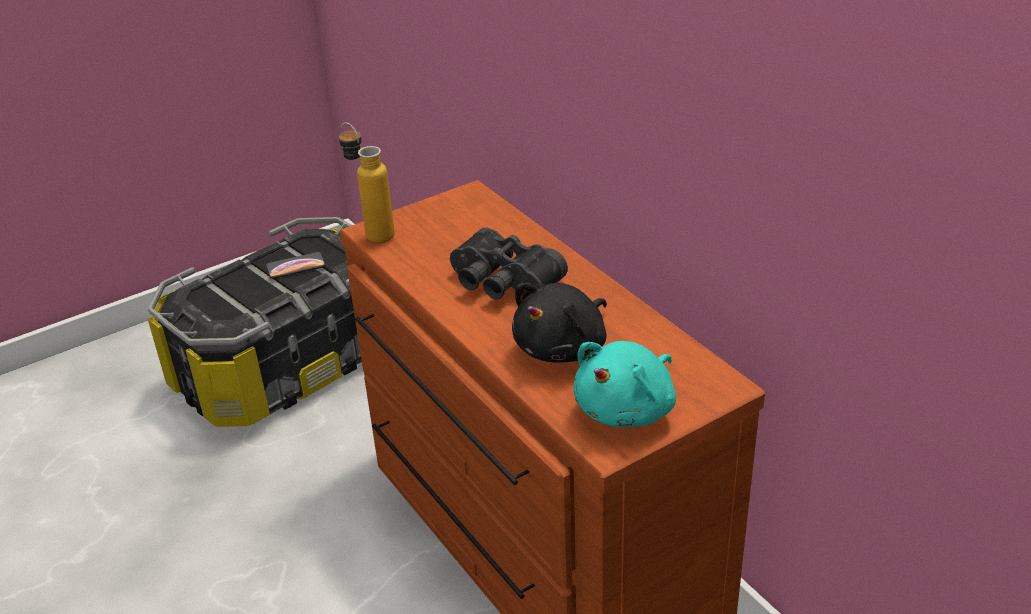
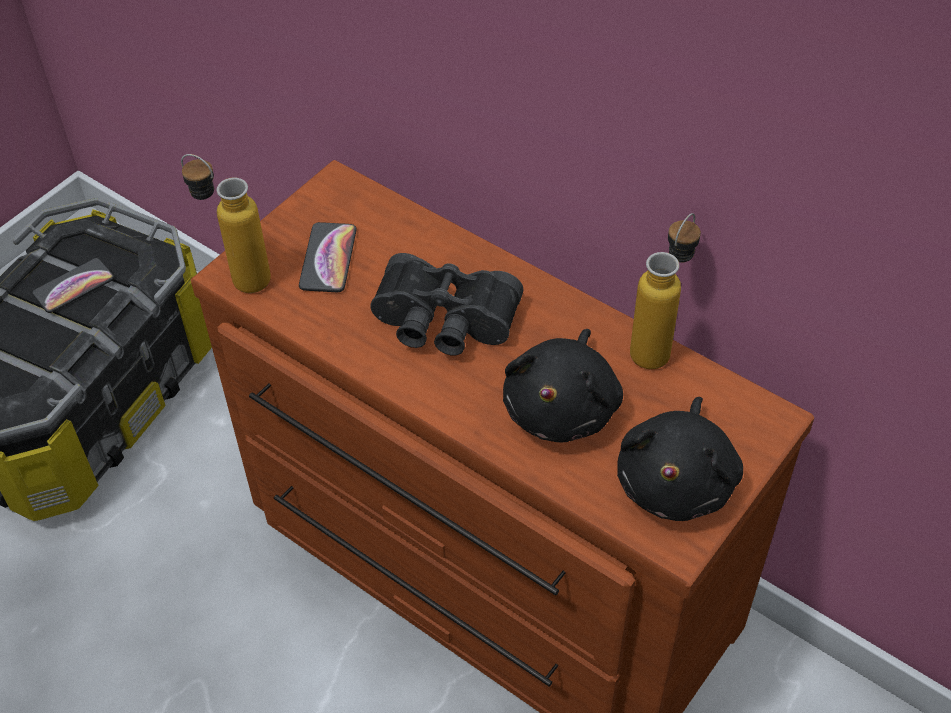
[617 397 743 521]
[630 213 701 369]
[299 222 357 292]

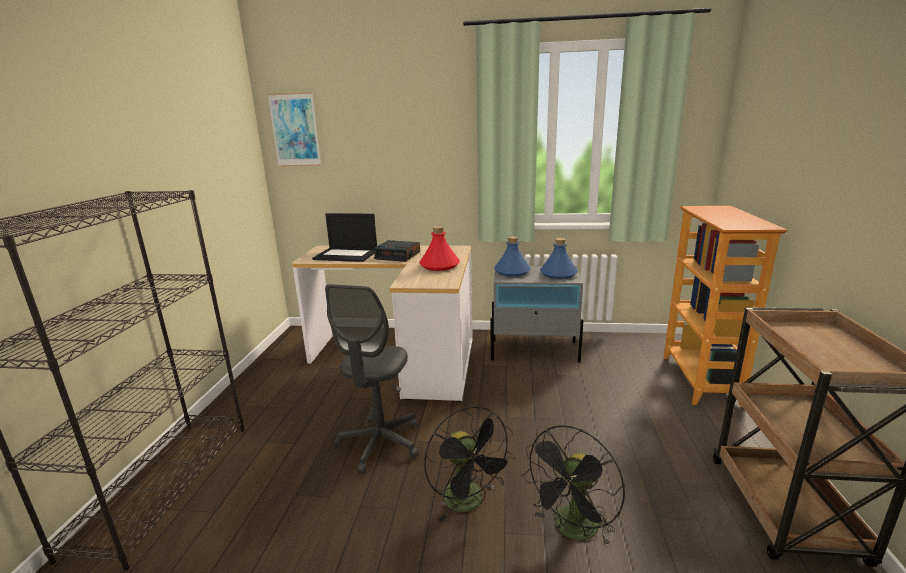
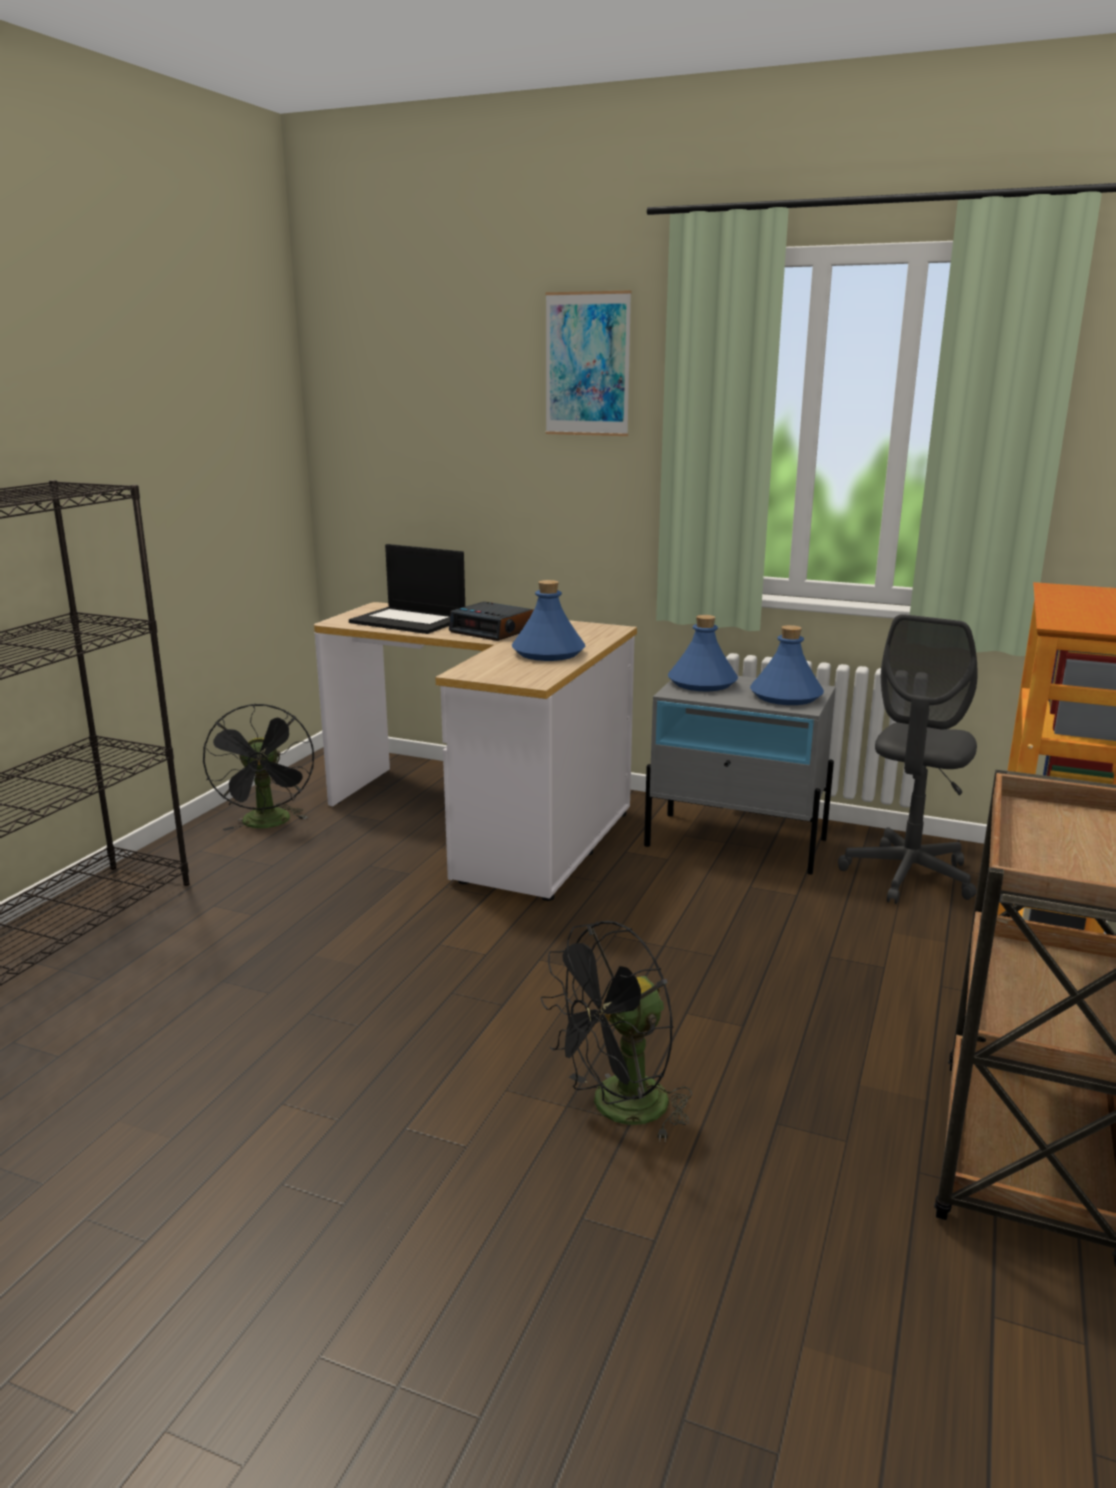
[545 290 631 436]
[512 580 585 661]
[838 614 978 904]
[203 703 314 831]

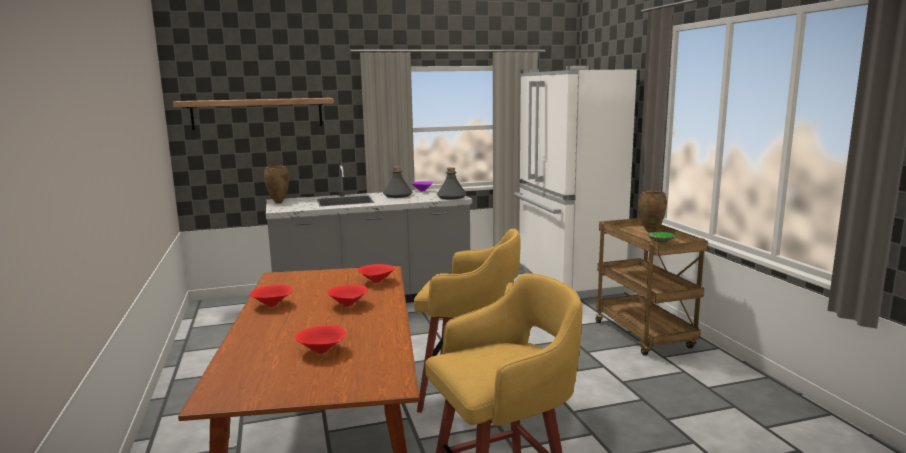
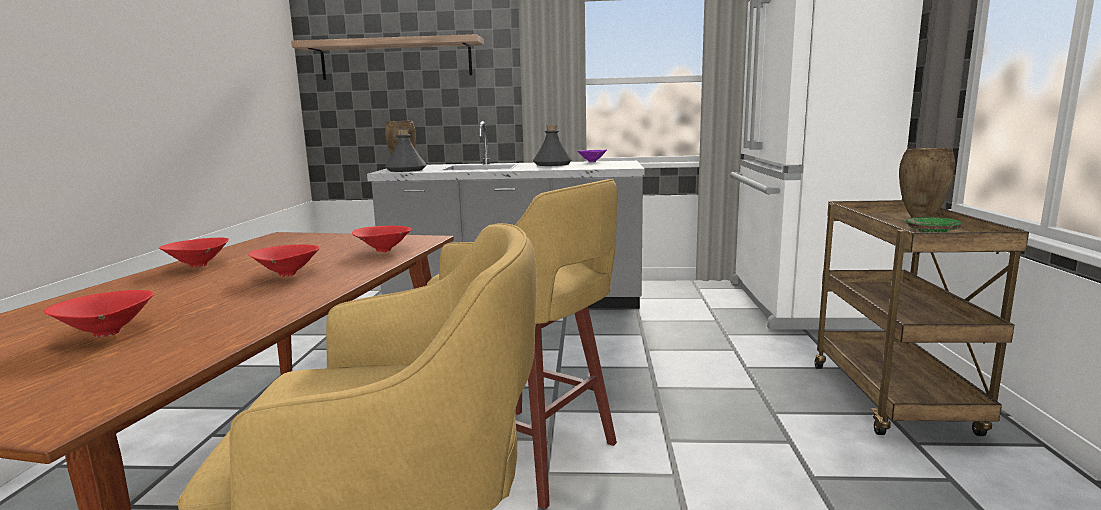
[385 129 427 172]

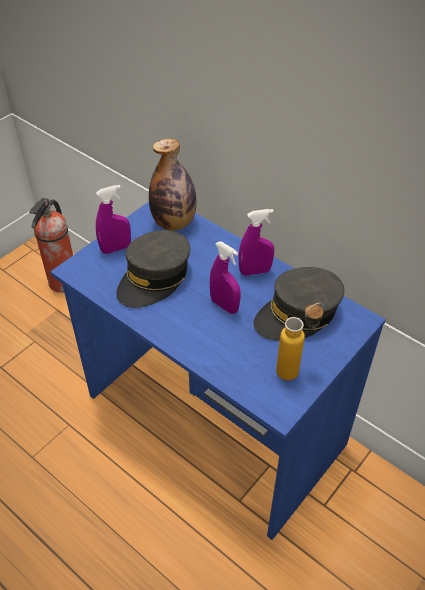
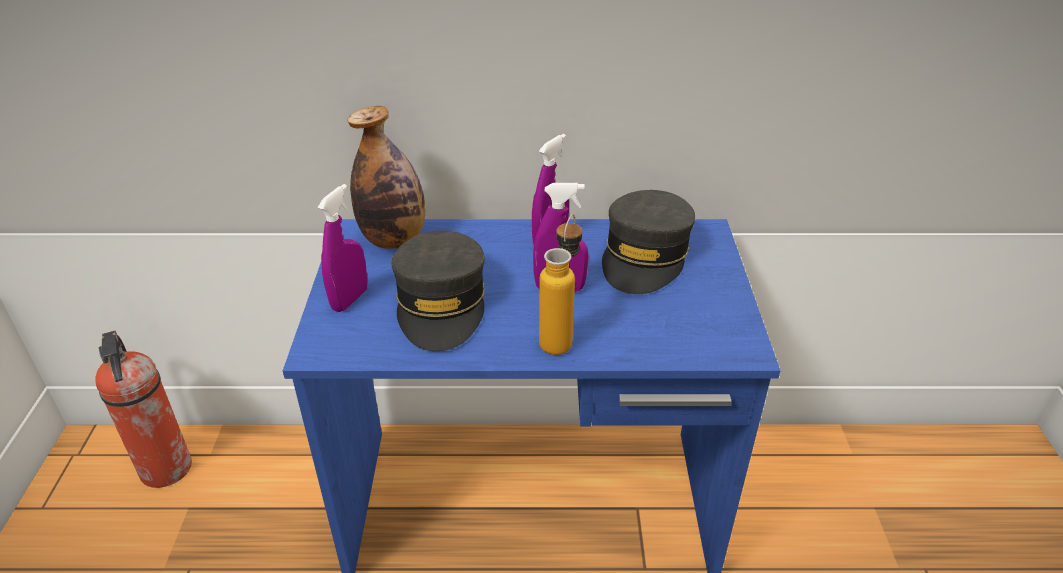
[539 214 582 355]

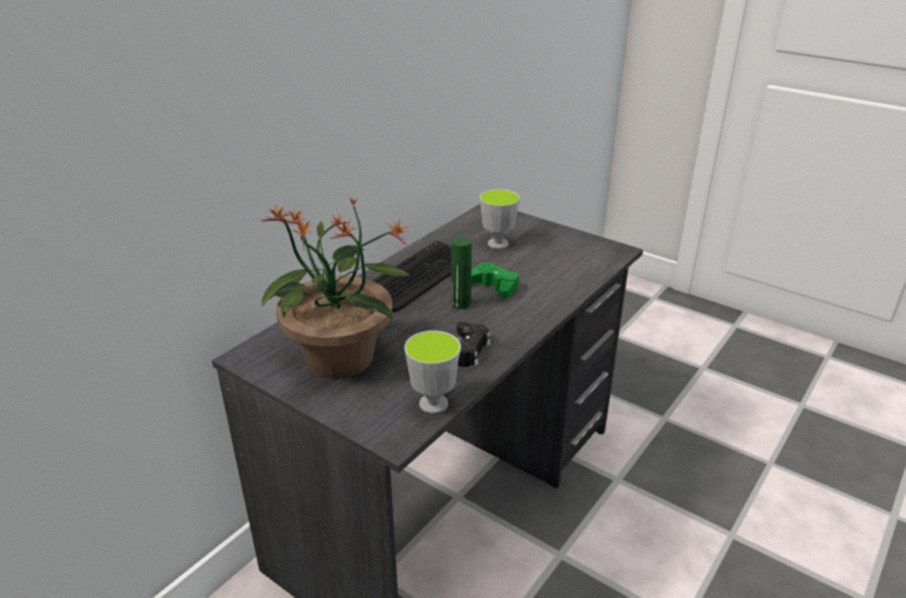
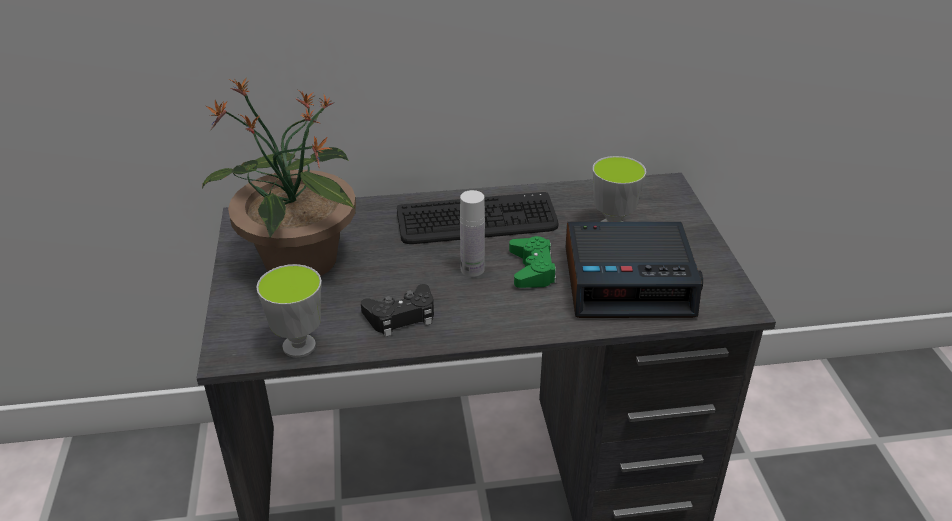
[460 190 485 277]
[566 222 703 318]

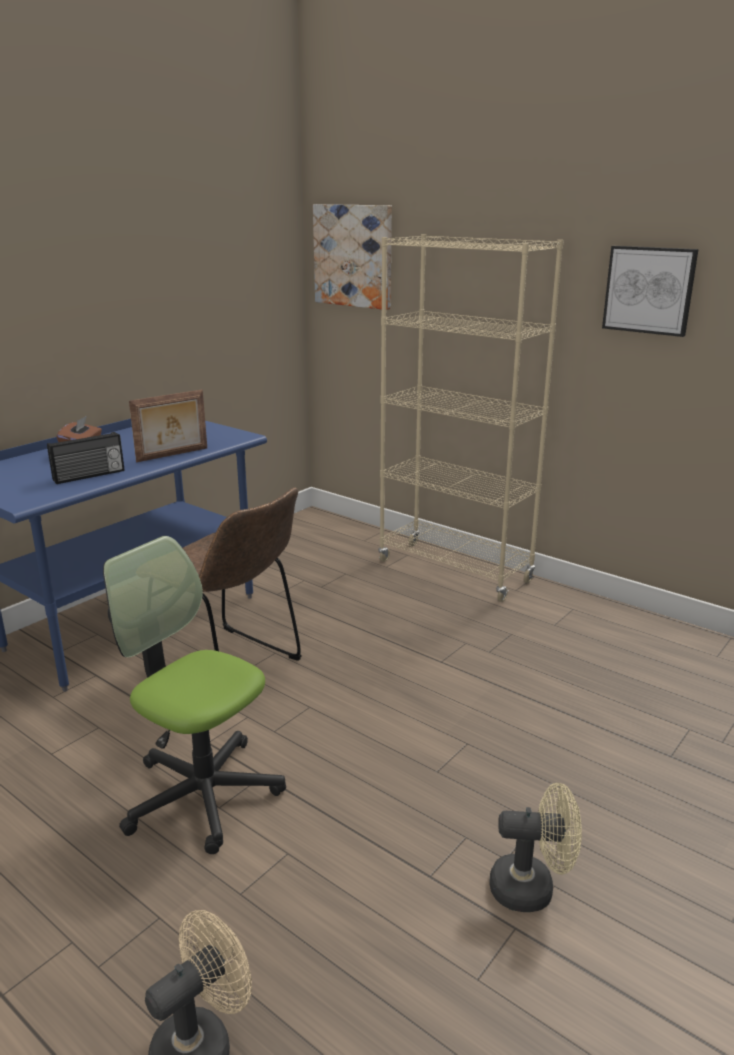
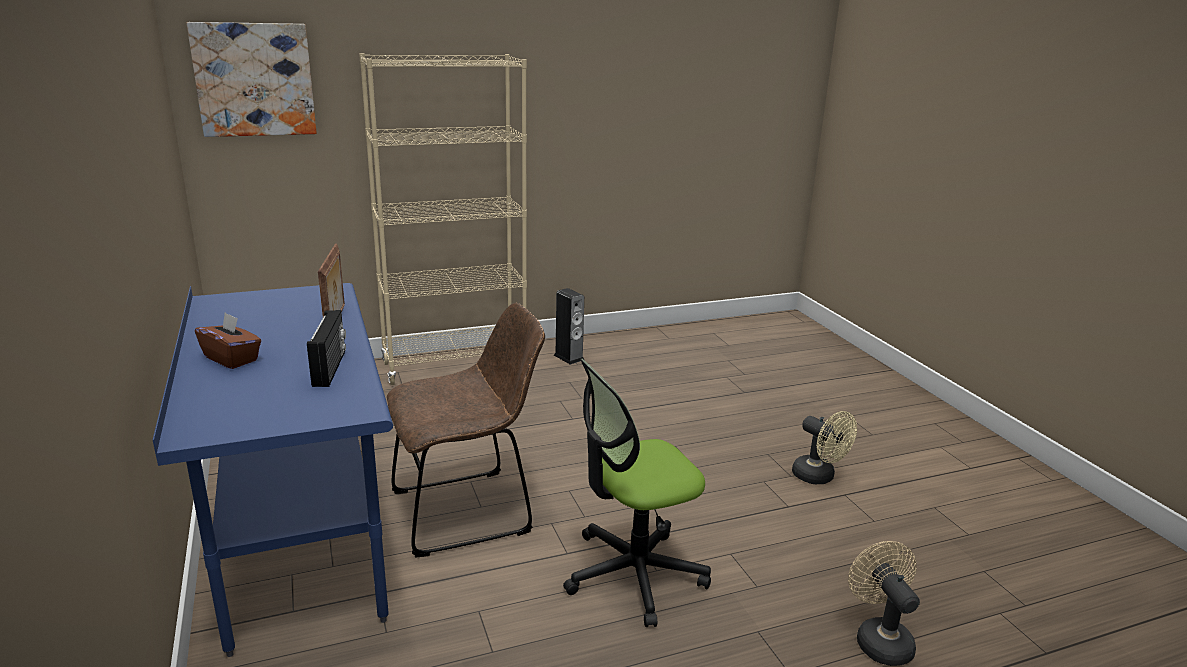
[602 246 699 337] (first image)
[792 411 857 484]
[554 288 584 365]

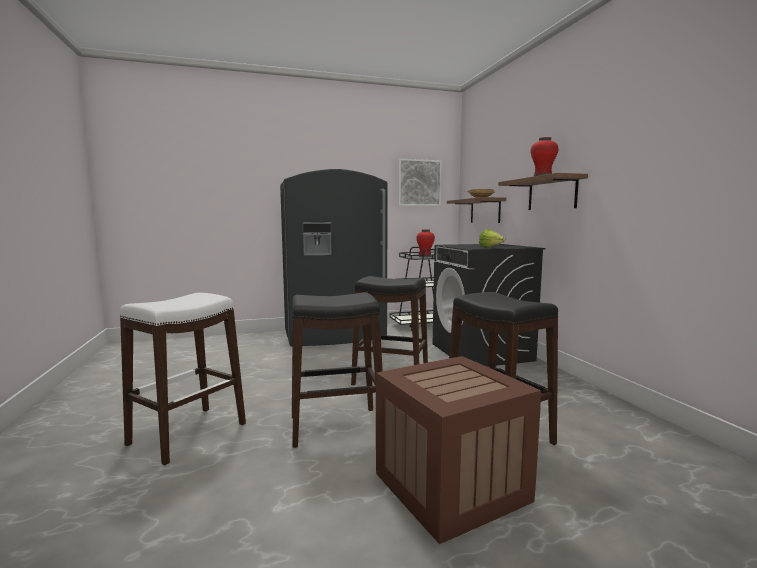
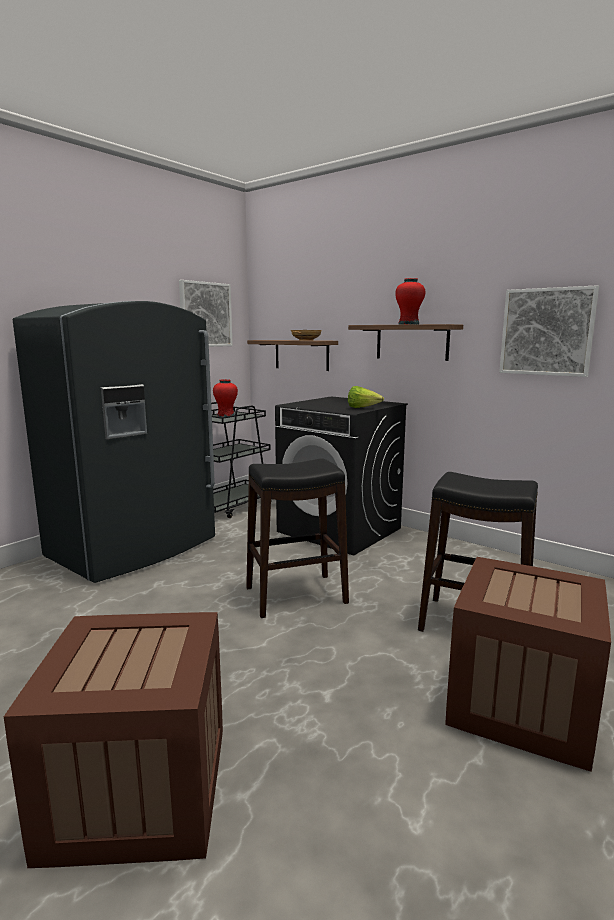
[292 292 383 448] (first image)
[4 612 223 868]
[499 285 599 377]

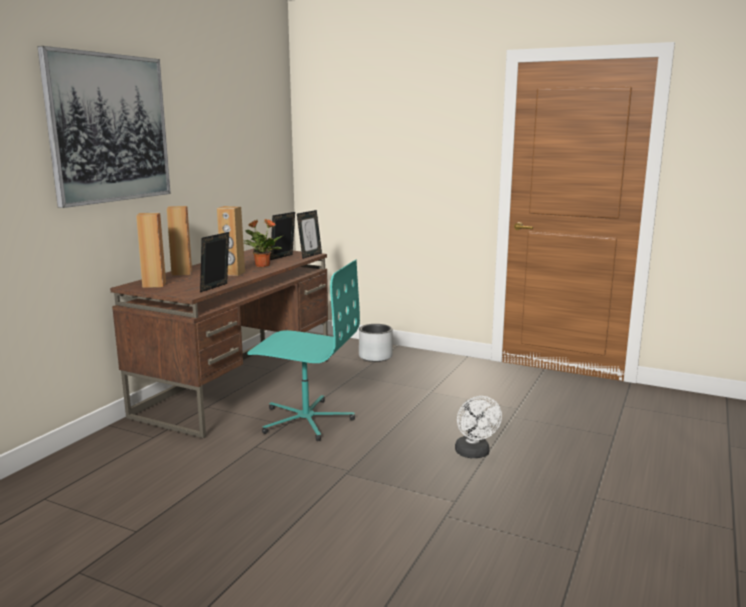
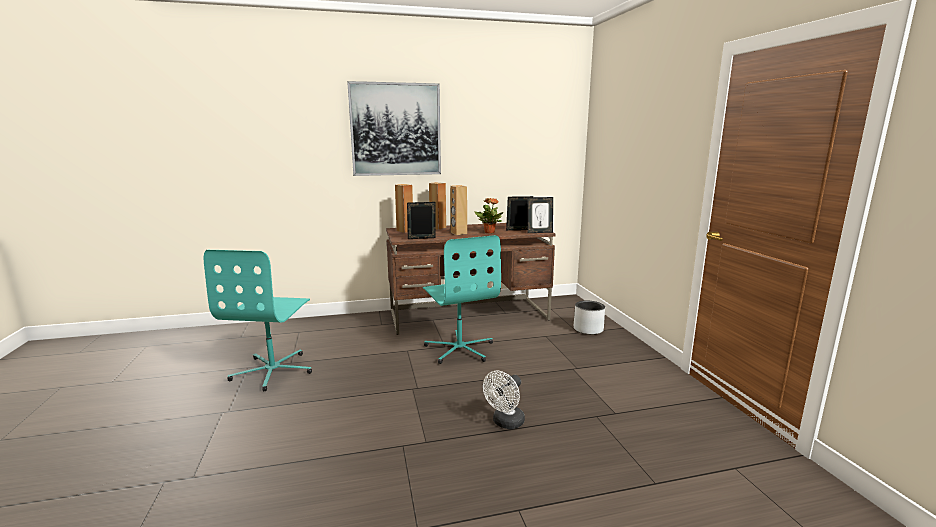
[204 250 312 391]

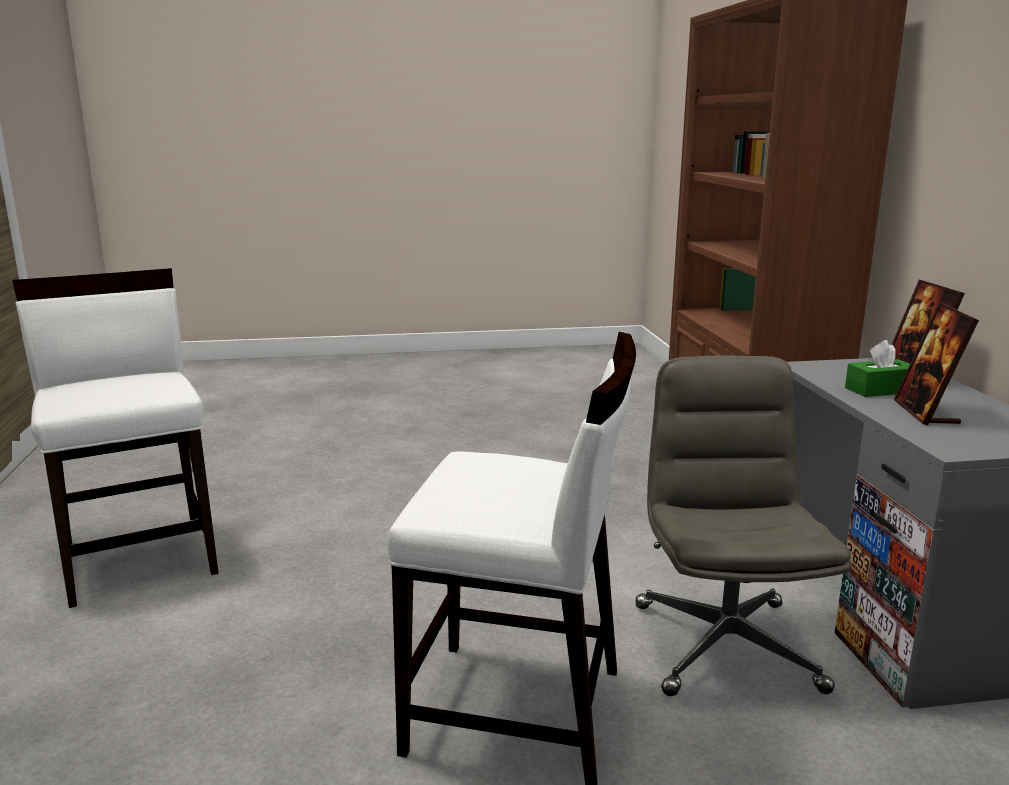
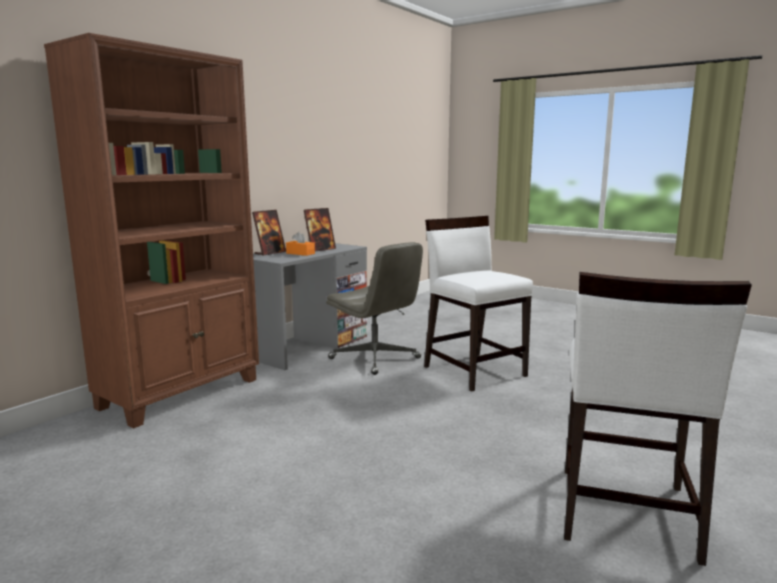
[286 232 315 256]
[326 242 423 375]

